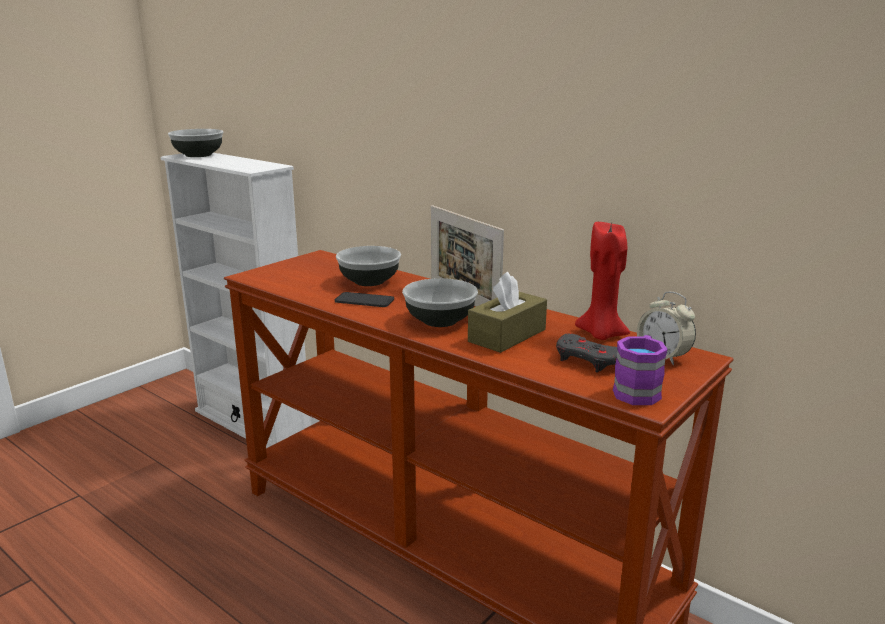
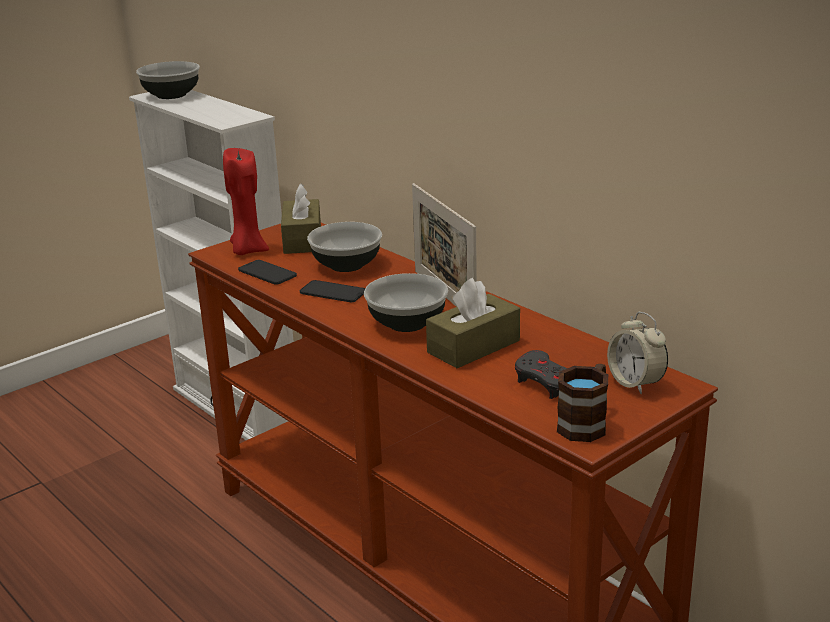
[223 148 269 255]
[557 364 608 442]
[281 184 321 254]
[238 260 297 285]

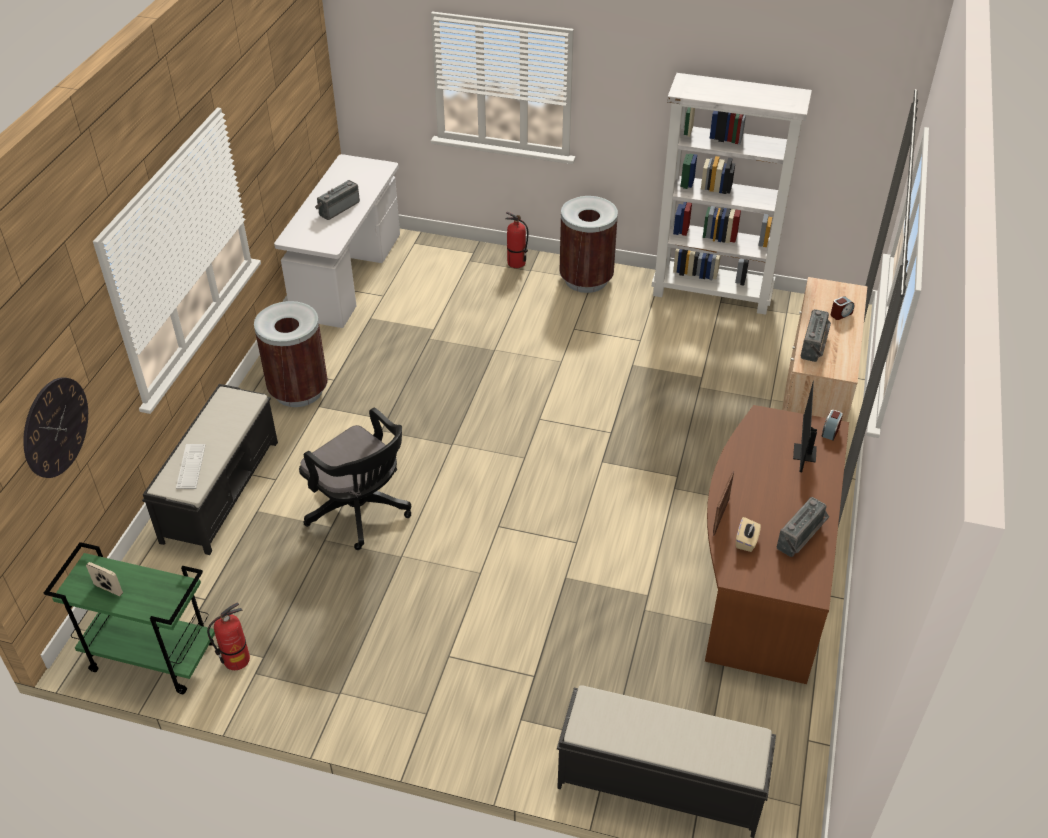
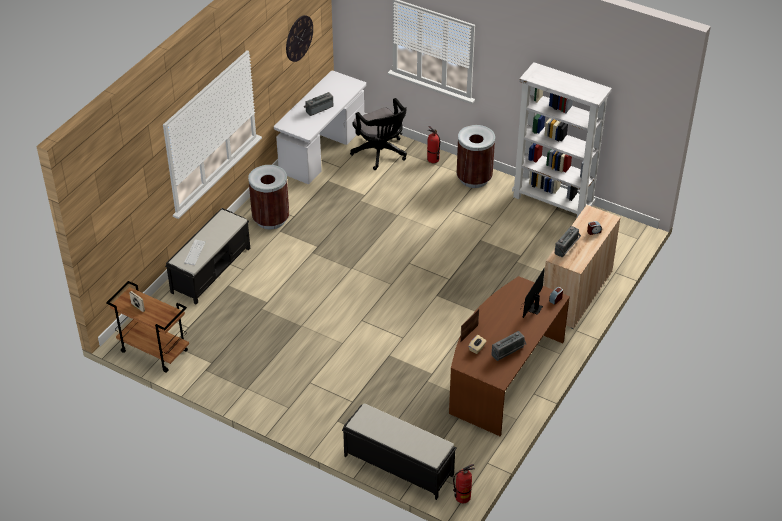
[286 15 313 62]
[350 98 407 170]
[106 281 189 373]
[453 464 475 503]

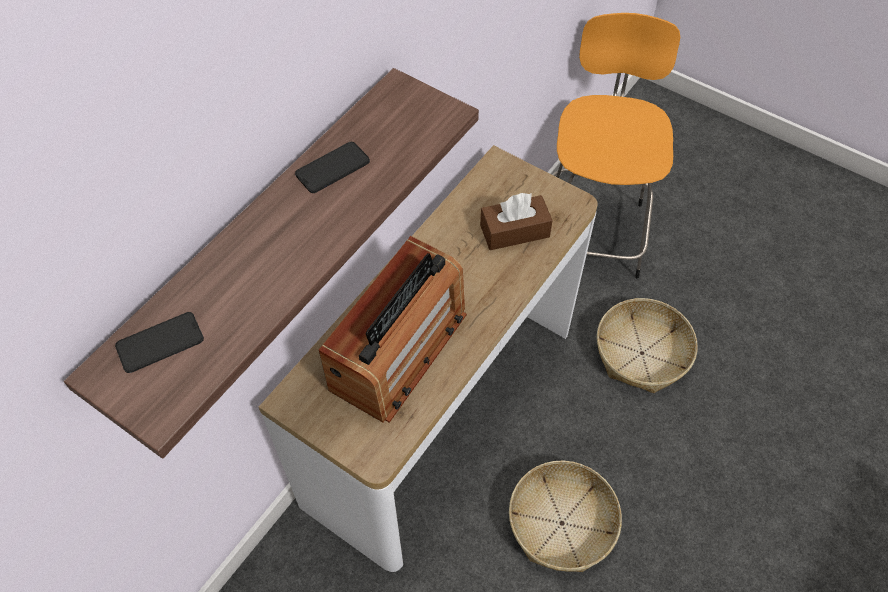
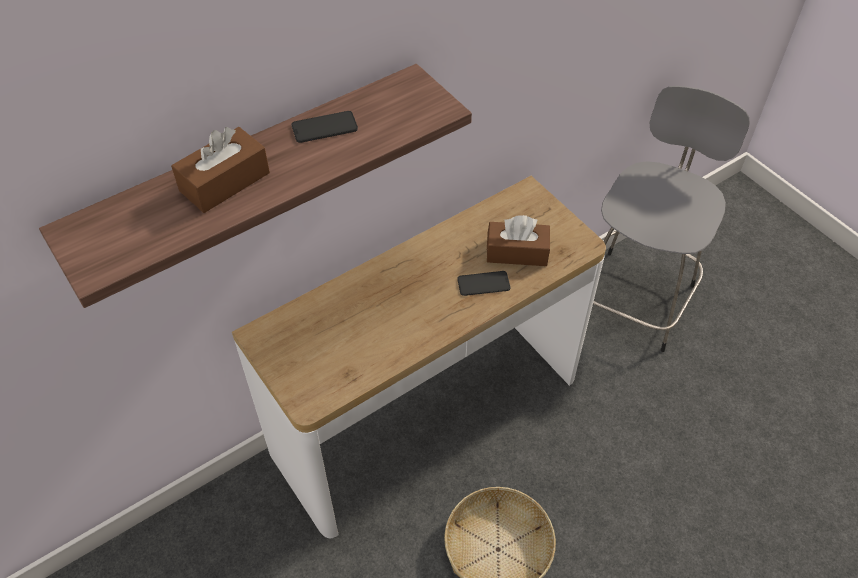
[593 86 750 352]
[319 236 467 423] (first image)
[597 298 698 393] (first image)
[457 271 510 296]
[171 127 270 213]

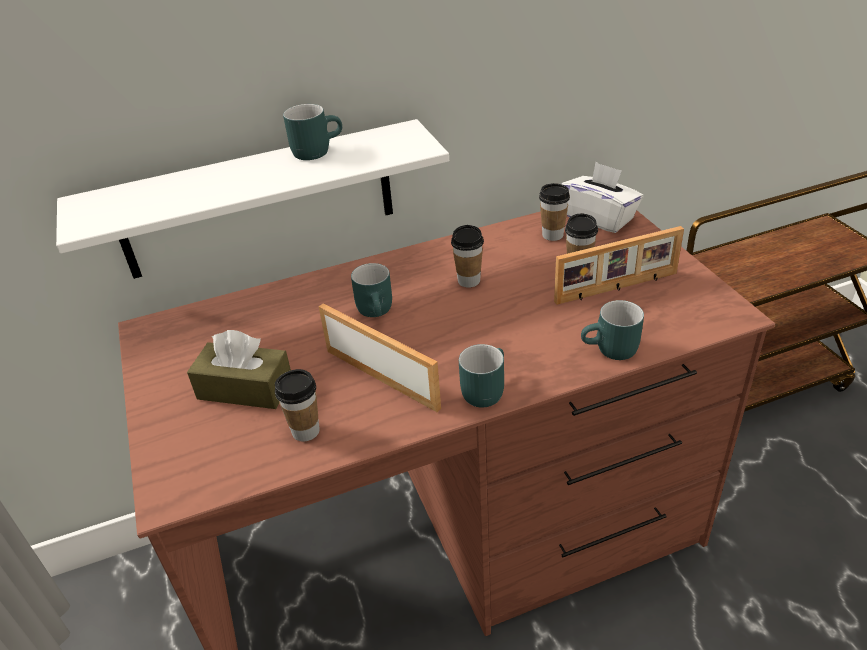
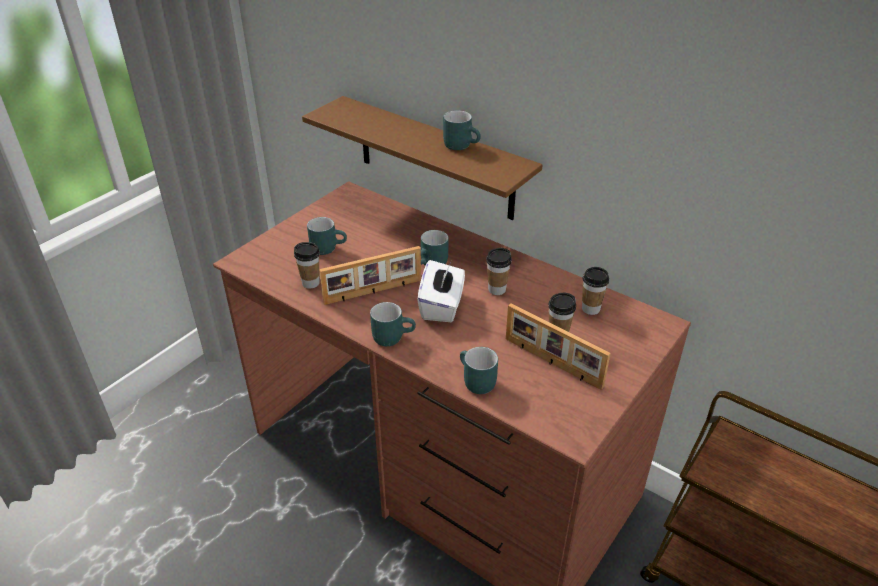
[302 96 543 220]
[418 260 465 322]
[319 246 421 305]
[307 217 347 255]

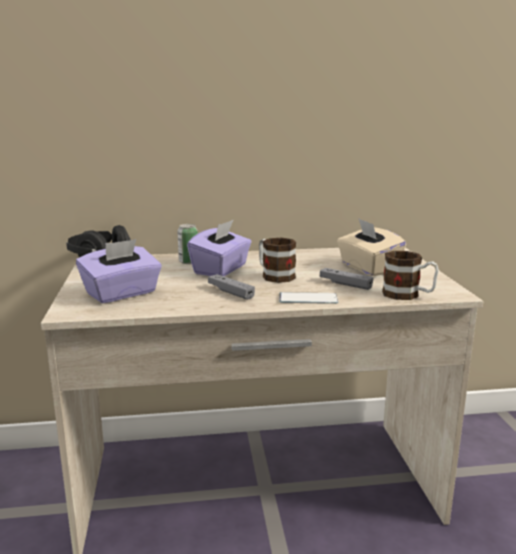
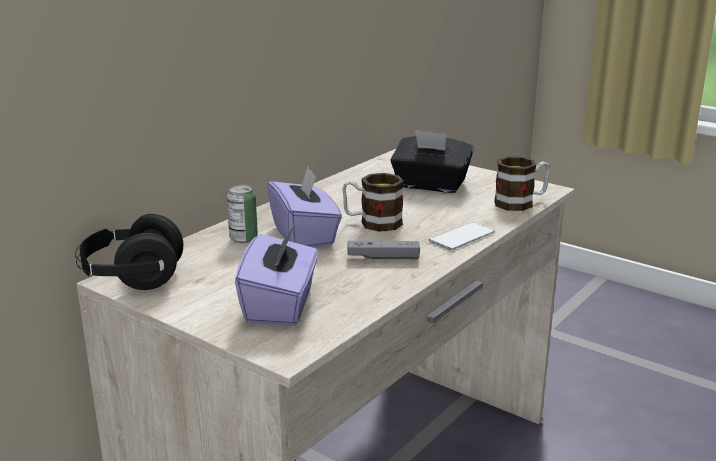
[390 130 474 193]
[320 268 373 290] (first image)

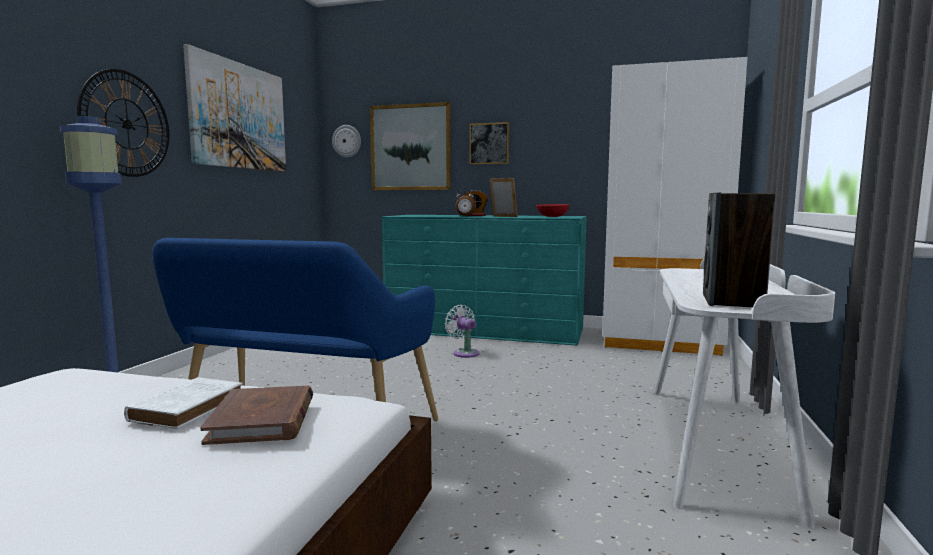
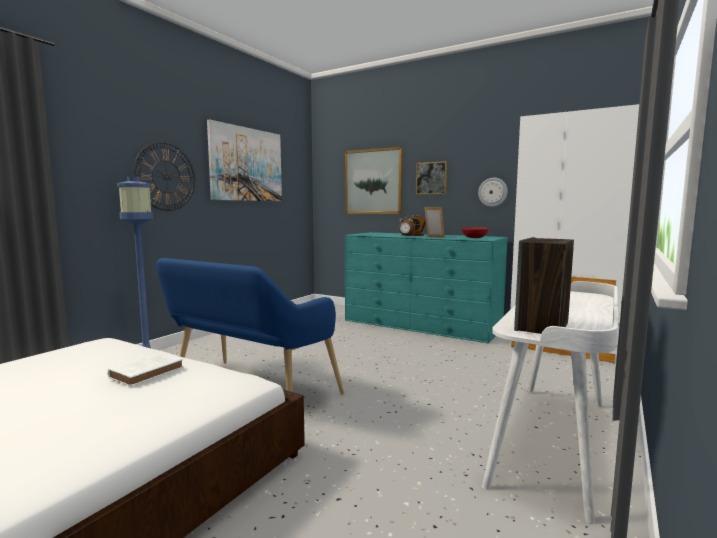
[478 178 508 207]
[445 305 479 358] (first image)
[200 386 313 445] (first image)

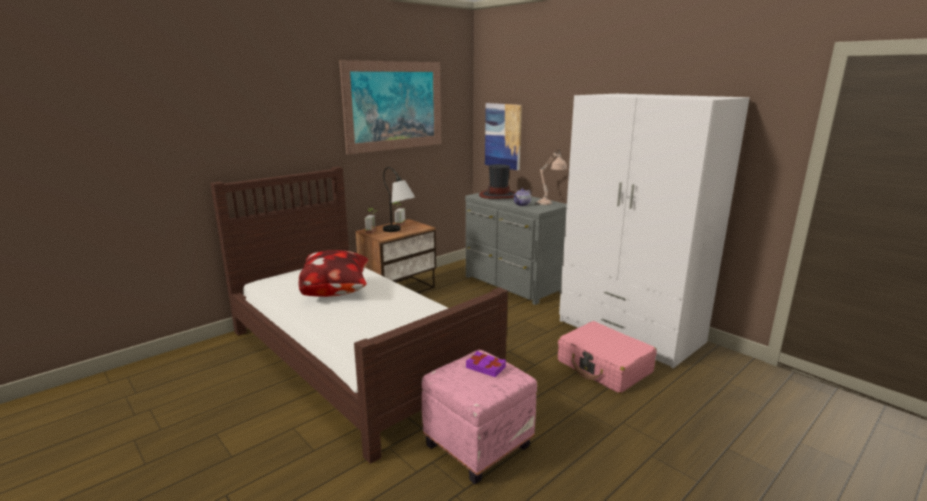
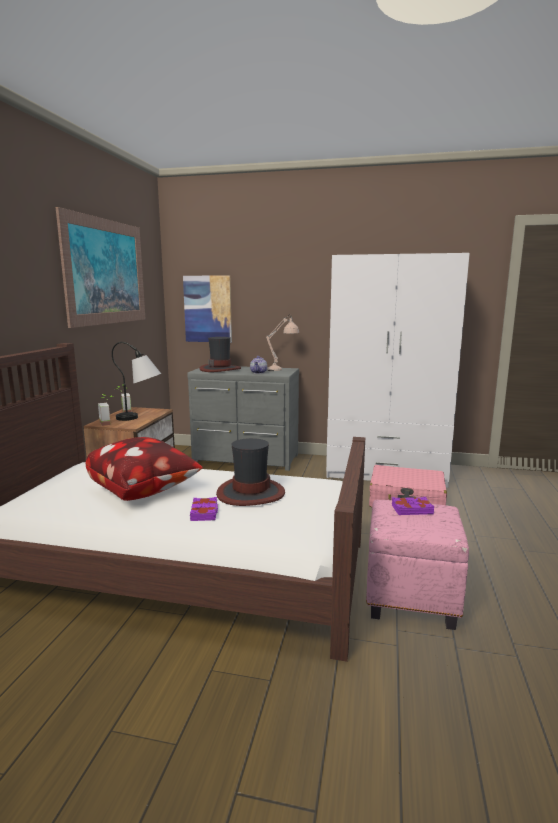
[216 438 285 506]
[190 497 218 521]

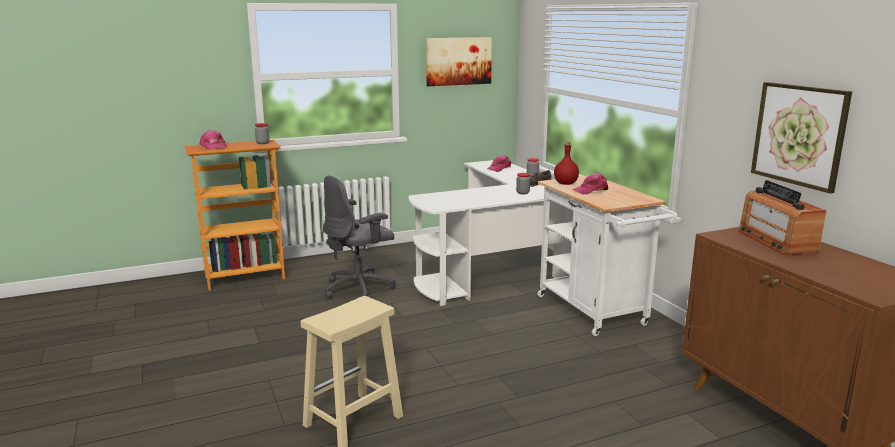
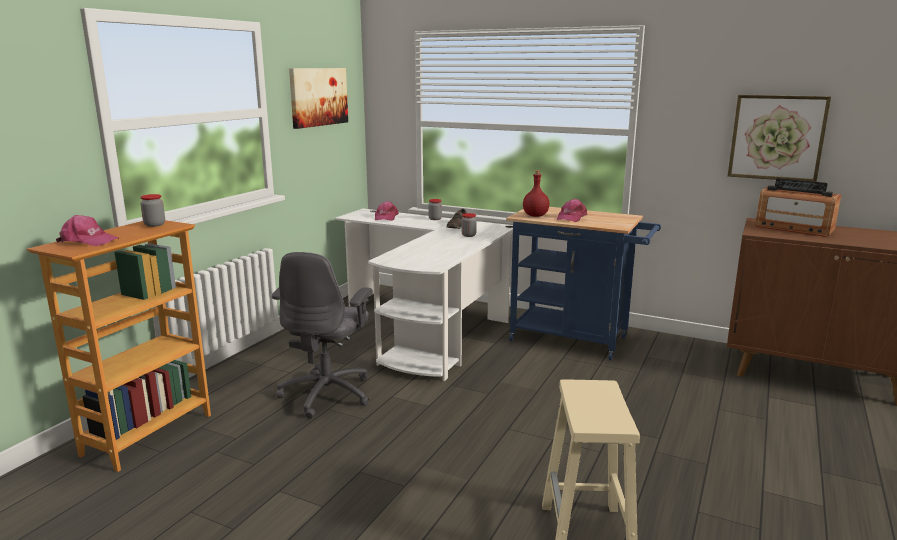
[506 207 661 361]

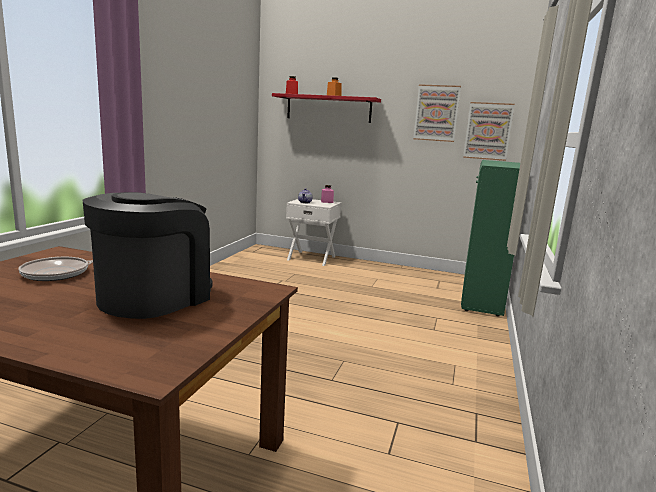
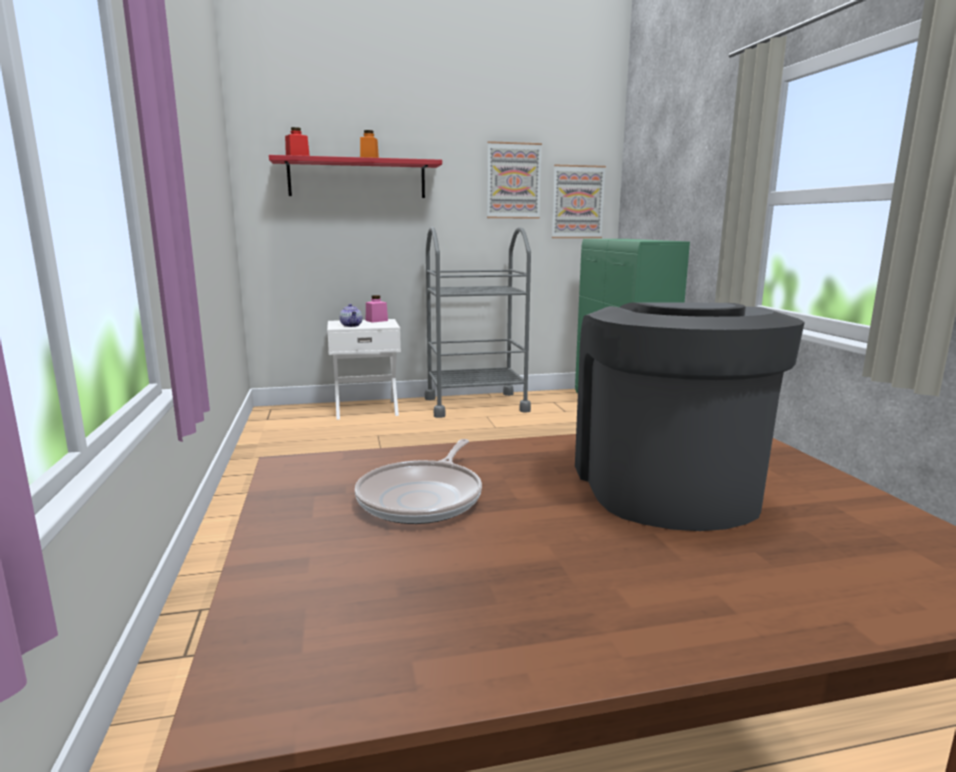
[425 227 531 418]

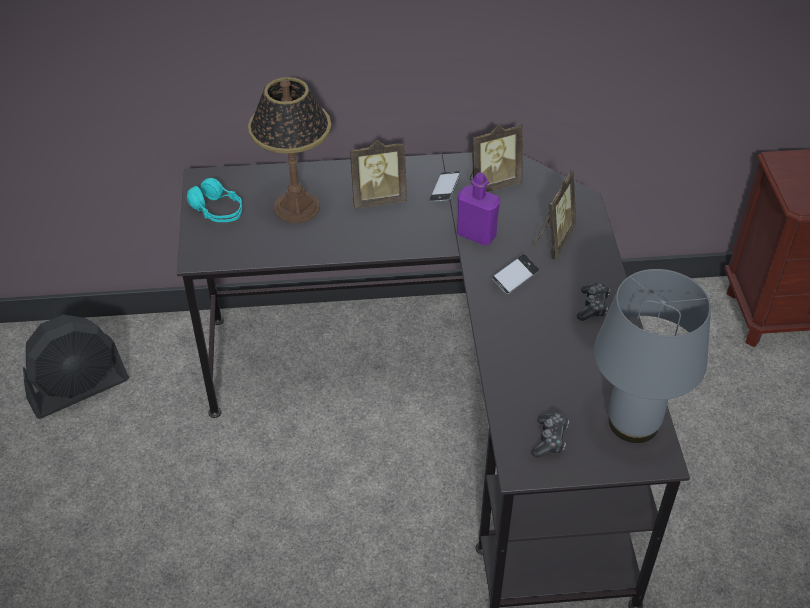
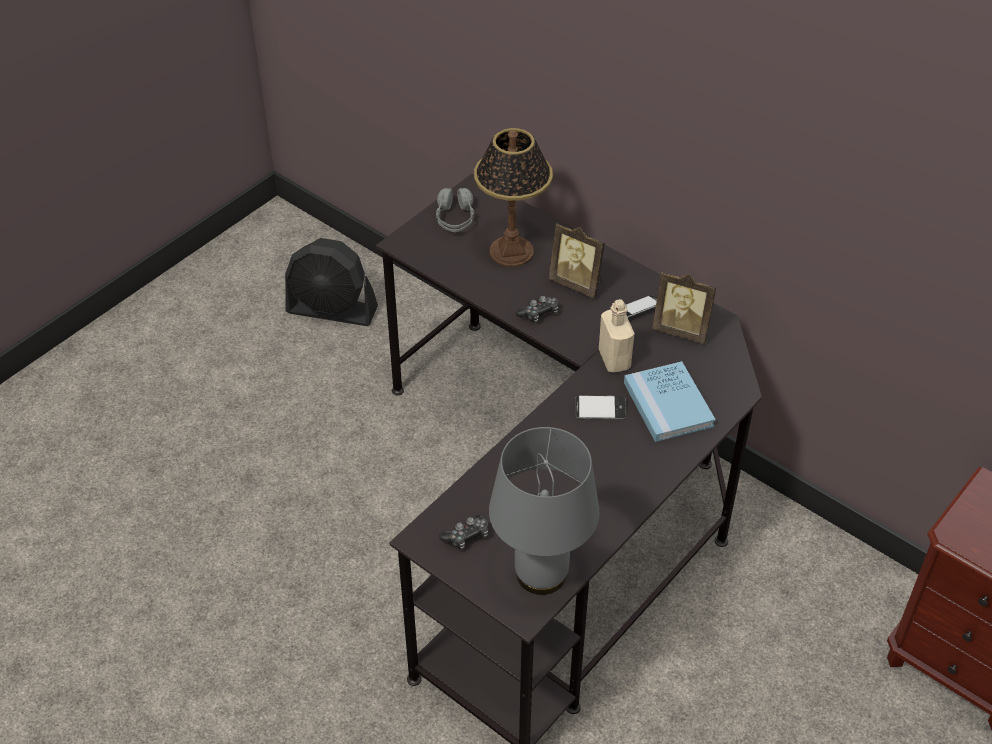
[624 361 716 442]
[599 299 635 373]
[436 188 474 232]
[516 296 559 323]

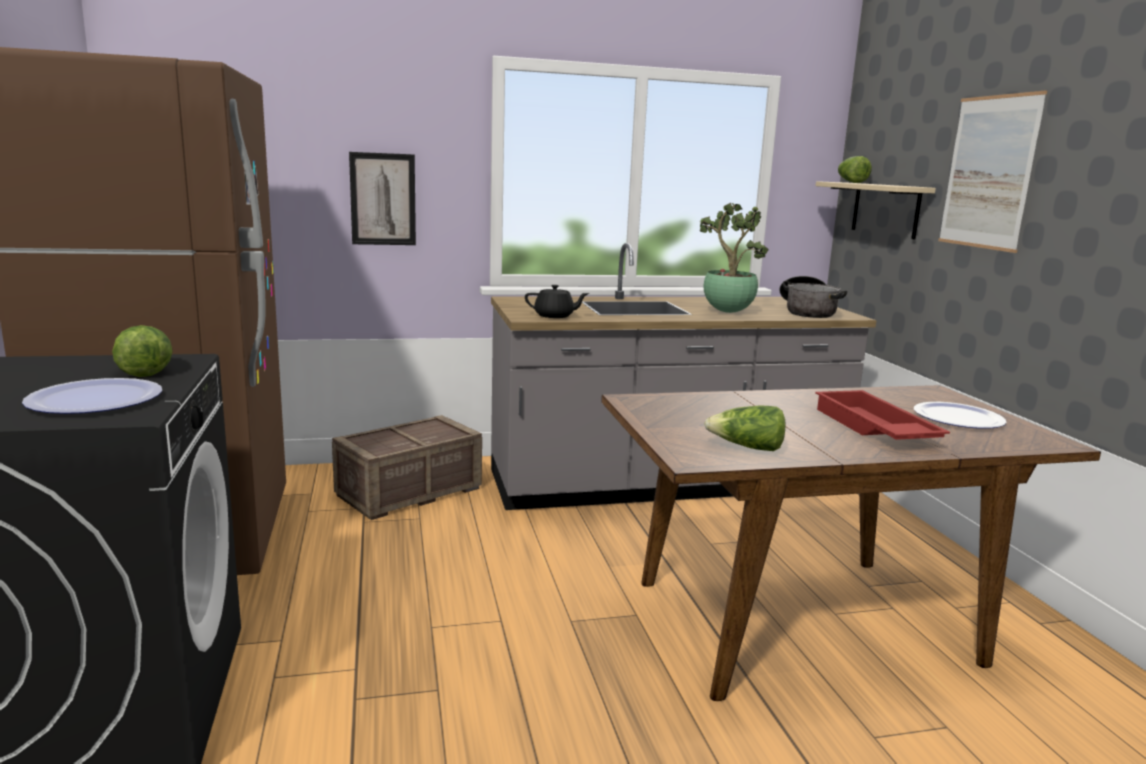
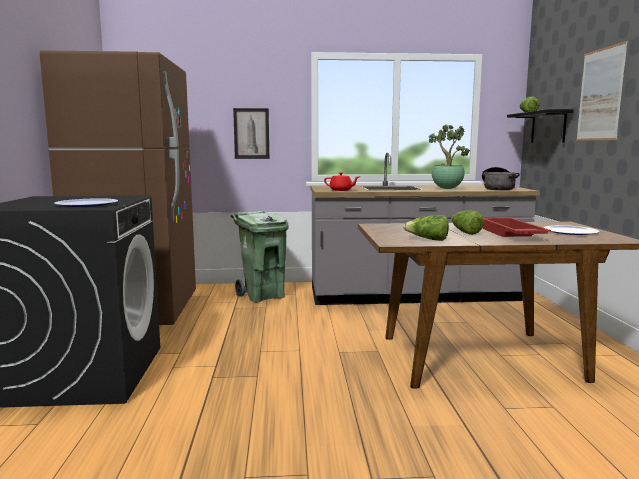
[507 109 574 143]
[324 172 359 191]
[452 210 484 235]
[231 211 289 302]

